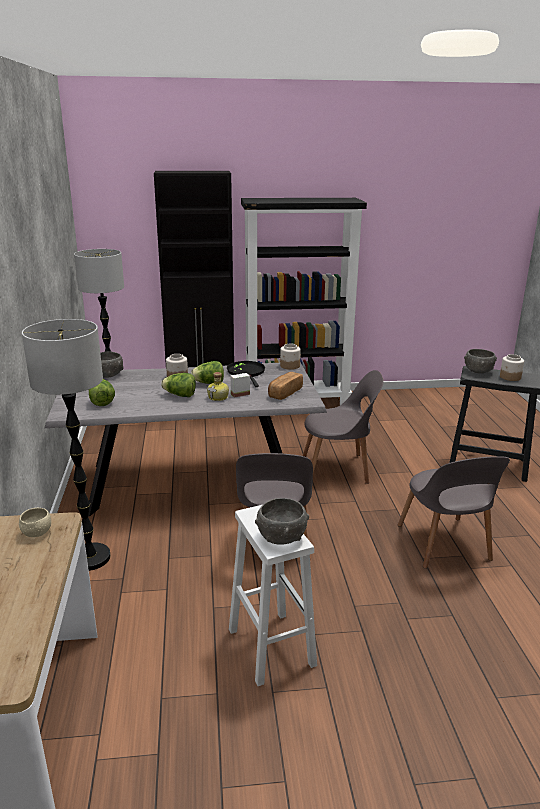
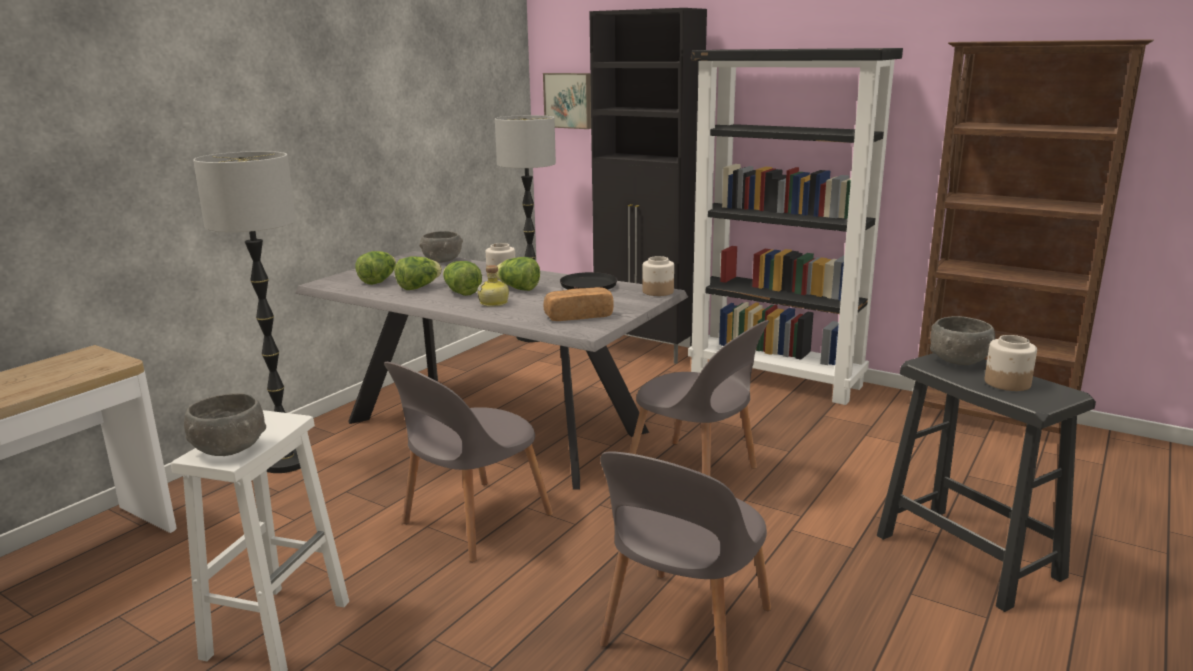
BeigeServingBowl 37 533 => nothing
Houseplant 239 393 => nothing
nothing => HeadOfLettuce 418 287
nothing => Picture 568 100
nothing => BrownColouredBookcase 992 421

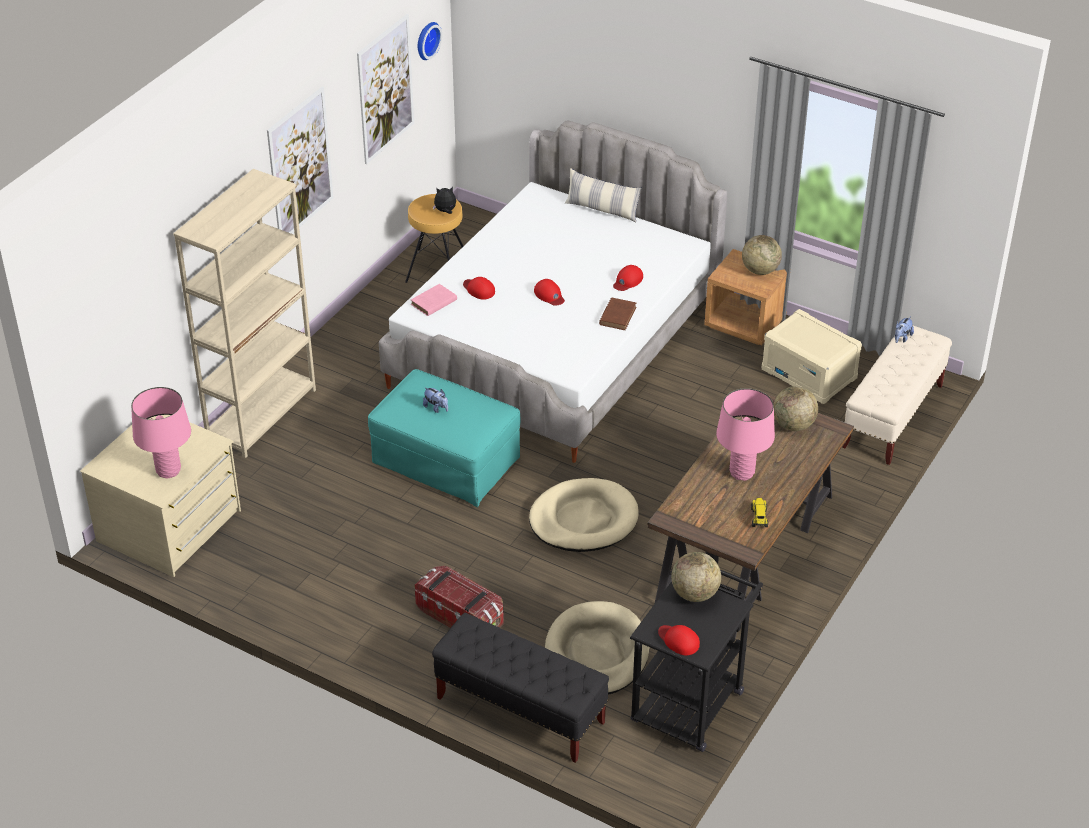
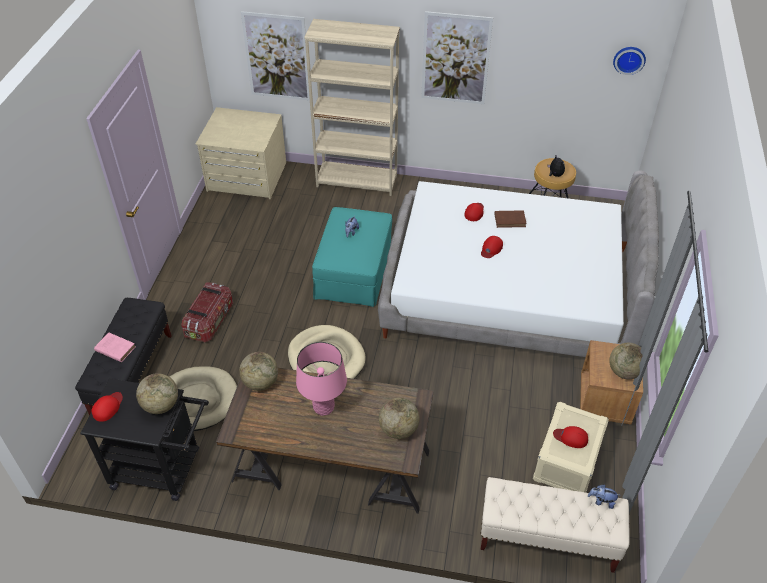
PinkishTabletopLamp 168 470 => nothing
Picture 385 89 => Picture 277 57, move
PinkishVolume 433 303 => PinkishVolume 114 348, move
Cushion 602 210 => nothing
BrownColouredVolume 618 315 => BrownColouredVolume 511 220, move
ReddishBaseballCap 627 281 => ReddishBaseballCap 571 437, move
ToyLorry 759 517 => nothing
nothing => Globe 260 382

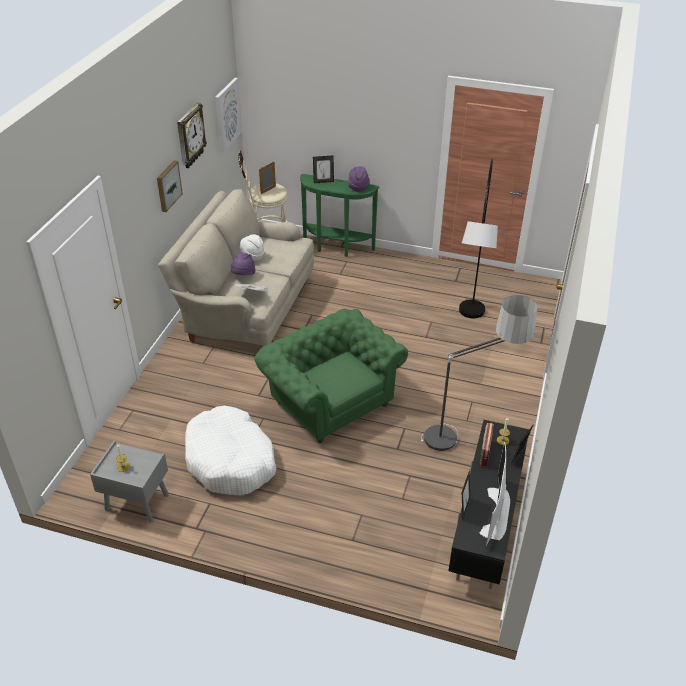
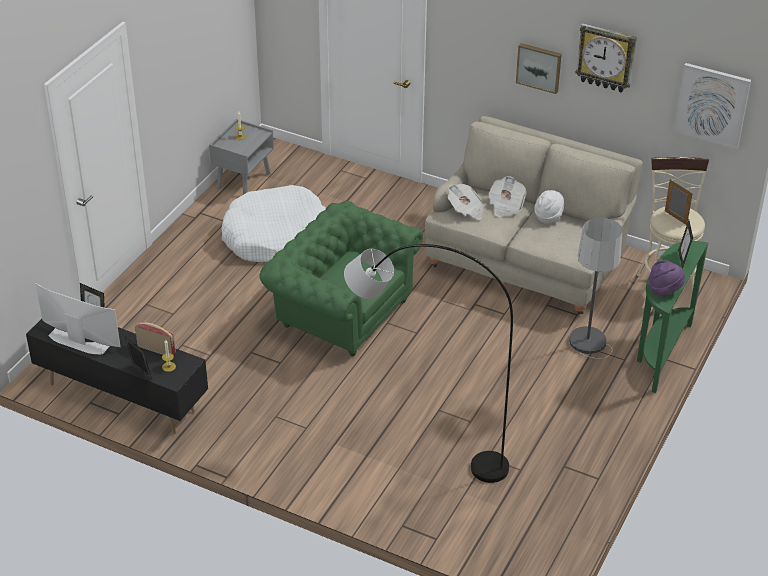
PurplishHat 243 275 => Newspaper 505 206
GreenColouredEasyChair 330 401 => GreenColouredEasyChair 341 311, 120 degrees counterclockwise
StandingLamp 466 439 => StandingLamp 586 363, move

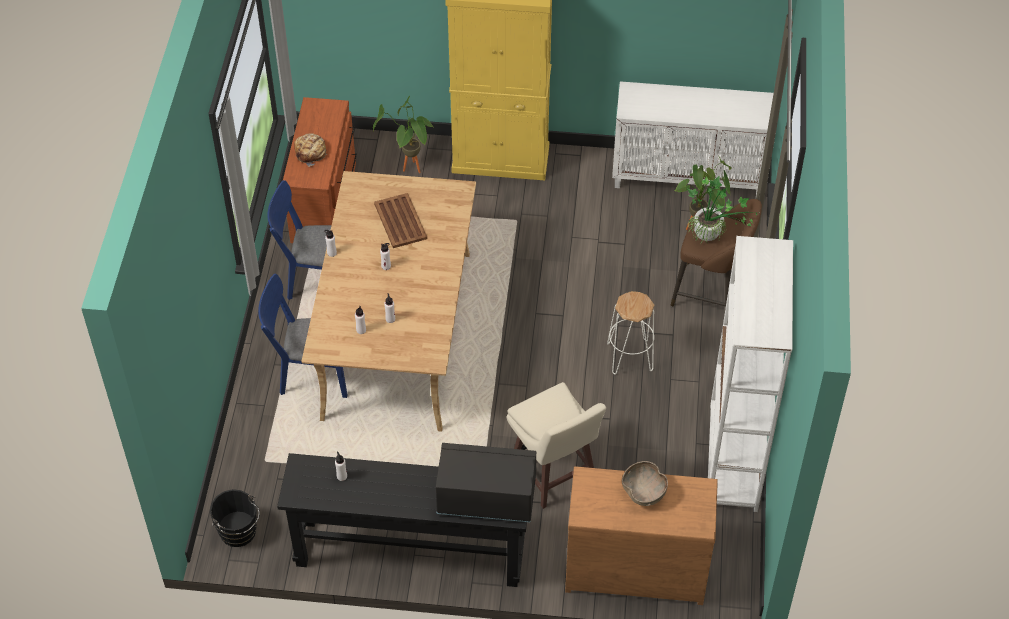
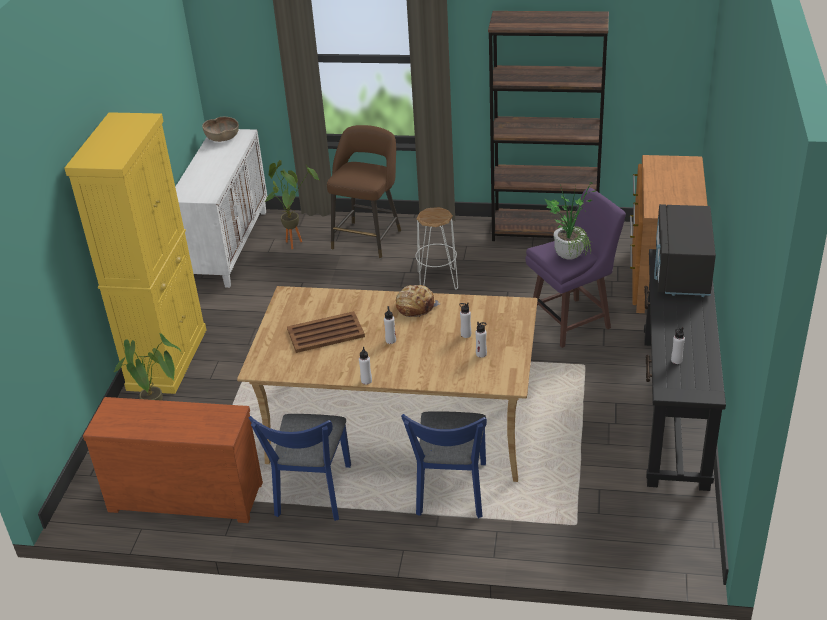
BlackBucket 239 534 => nothing
BakeryBread 311 152 => BakeryBread 415 306, move
BeigeStool 554 474 => PurplishStool 572 322
BrownColouredServingBowl 644 492 => BrownColouredServingBowl 222 138, move
Houseplant 712 236 => Houseplant 569 252, move
WhiteColouredBookcase 733 458 => BrownColouredBookcase 545 231

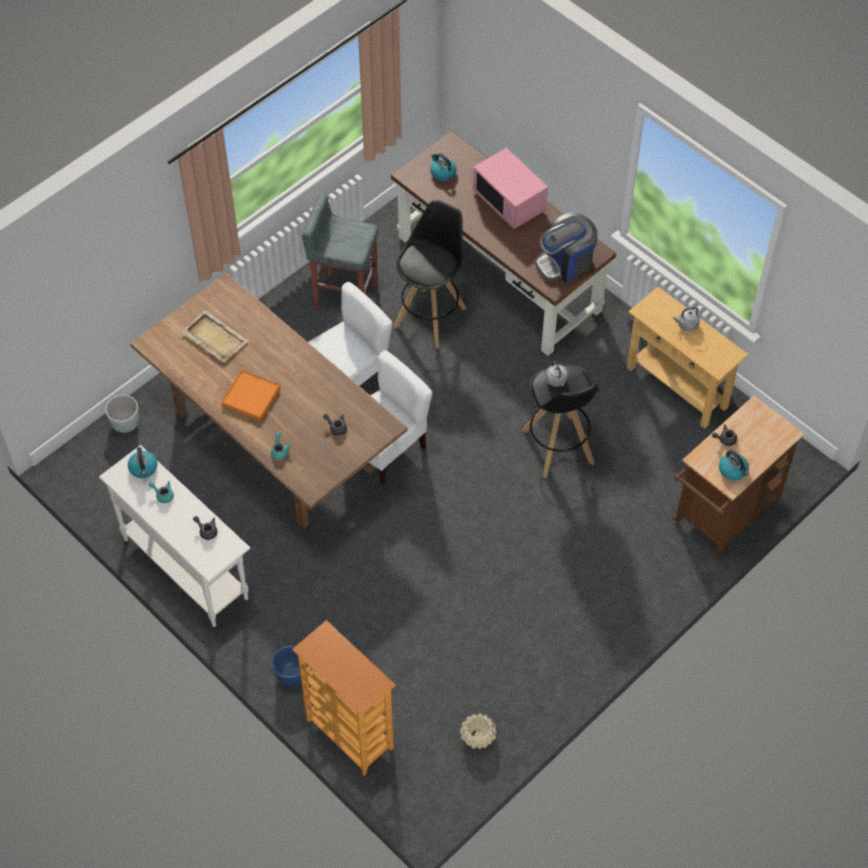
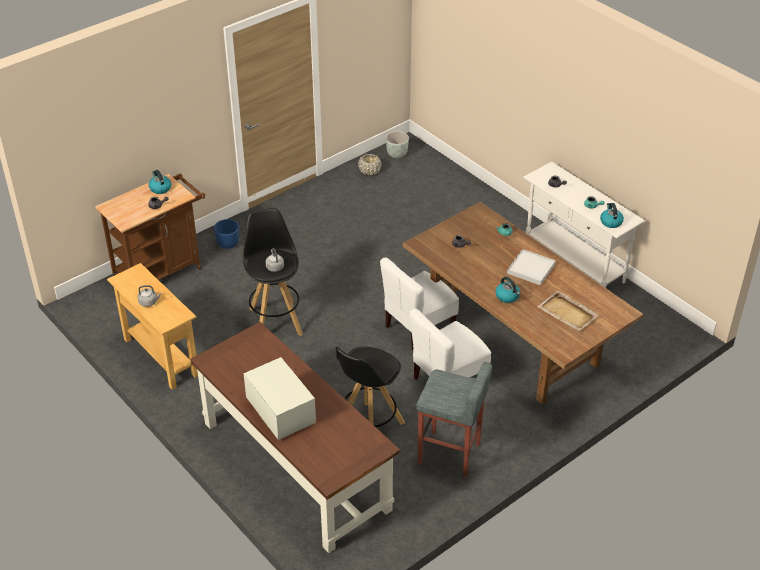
GreyishPlanter 126 424 => GreyishPlanter 396 154, move
OrangeyTray 251 396 => WhiteColouredTray 531 269
BluishPlanter 291 675 => BluishPlanter 228 244, move
Bookcase 349 735 => nothing
TeaKettle 442 173 => TeaKettle 508 296, move
PinkishMicrowave 509 202 => WhiteColouredMicrowave 280 412
CoffeeMachine 565 262 => nothing

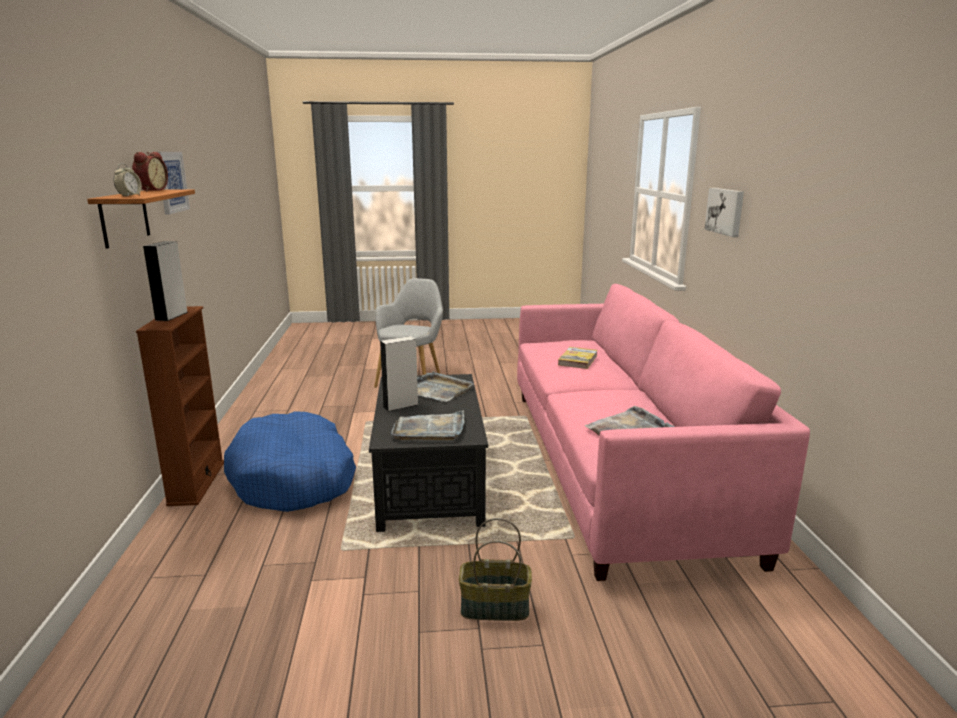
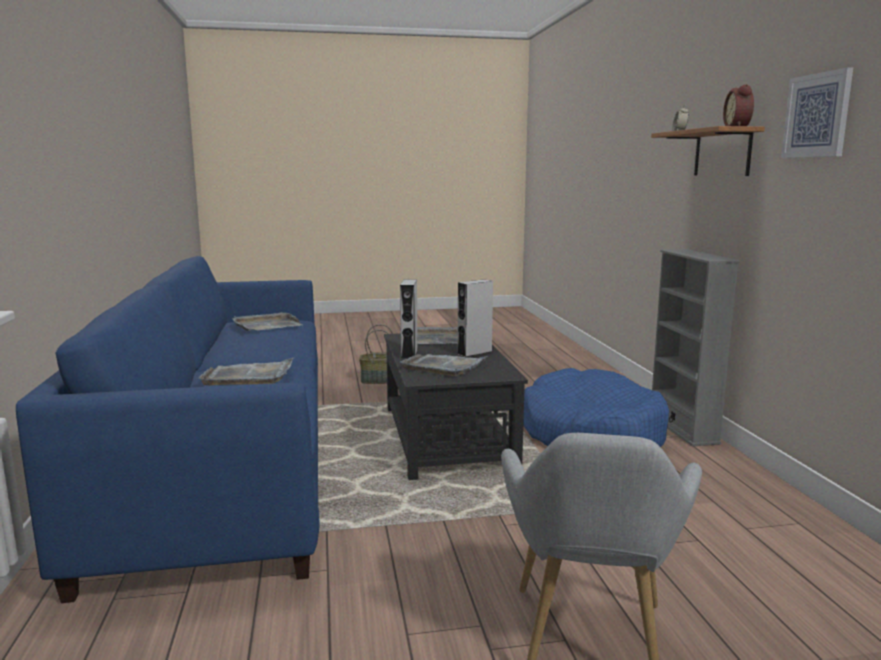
BrownColouredBookcase 197 483 => GreyishBookcase 682 428
GreyishAudioSpeaker 171 316 => GreyishAudioSpeaker 409 353, move
PinkishSettee 615 463 => BluishSettee 227 462
Volume 578 360 => GreyishTray 249 376
Picture 726 211 => nothing

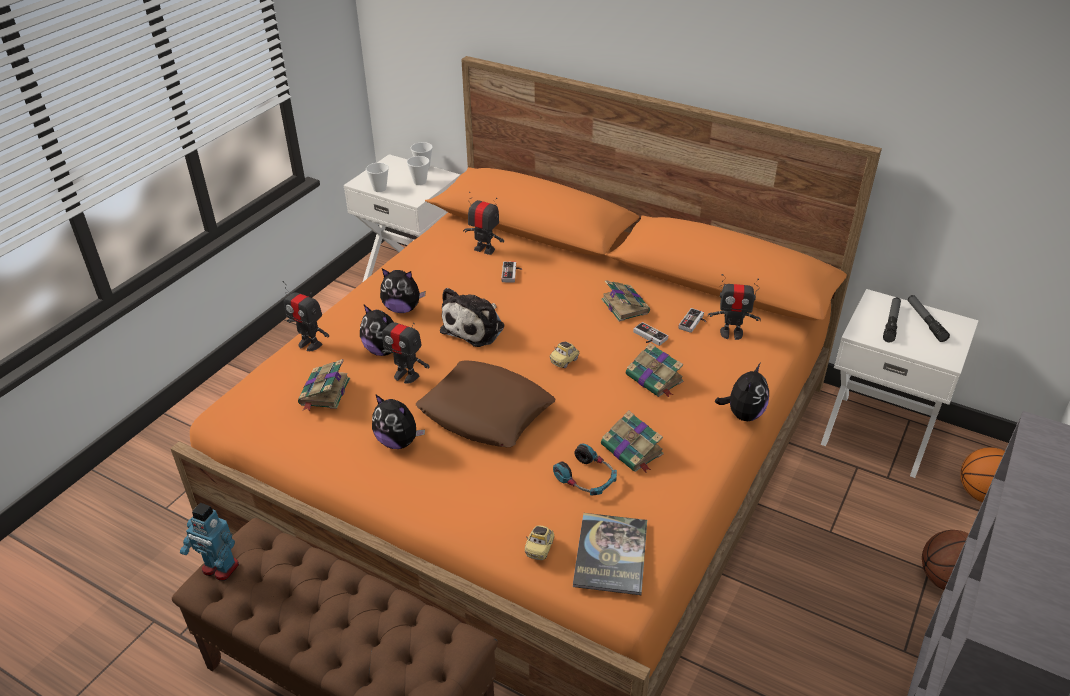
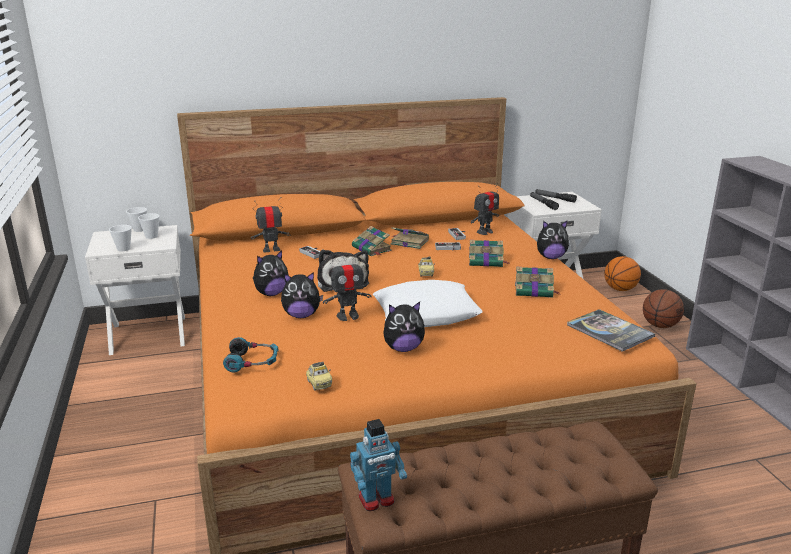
ModelRobot 310 344 => nothing
Volume 324 393 => Volume 372 249, move
BrownColouredCushion 486 412 => WhiteColouredCushion 426 312
ToyCar 539 548 => ToyCar 319 384, move
Headset 586 478 => Headset 252 362, move
PlushToy 743 414 => PlushToy 551 257, 105 degrees clockwise

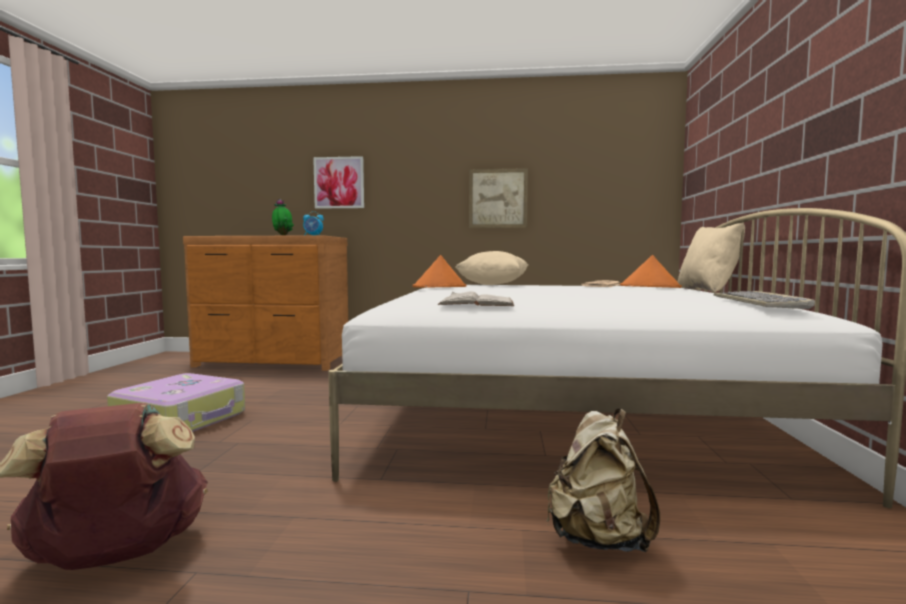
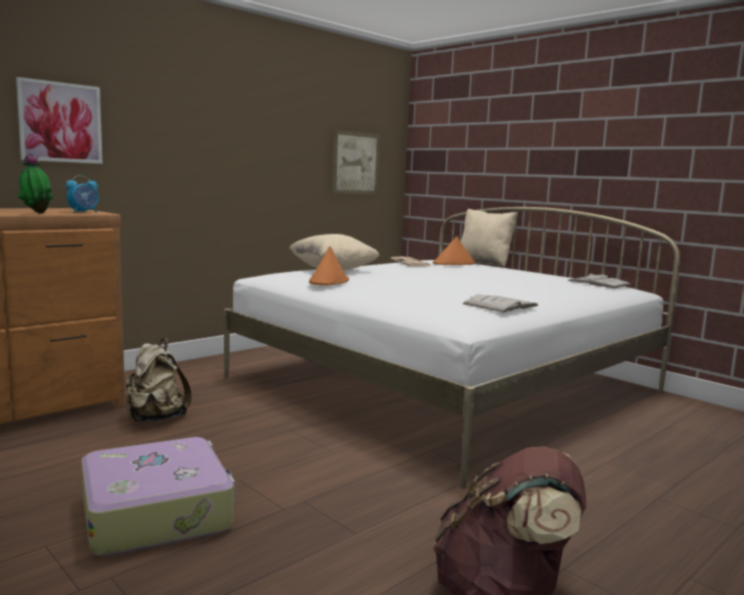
Picture 498 198 => Picture 355 163, move
BeigeRucksack 597 539 => BeigeRucksack 155 418, move
ComputerKeyboard 760 303 => WhiteColouredVolume 599 283

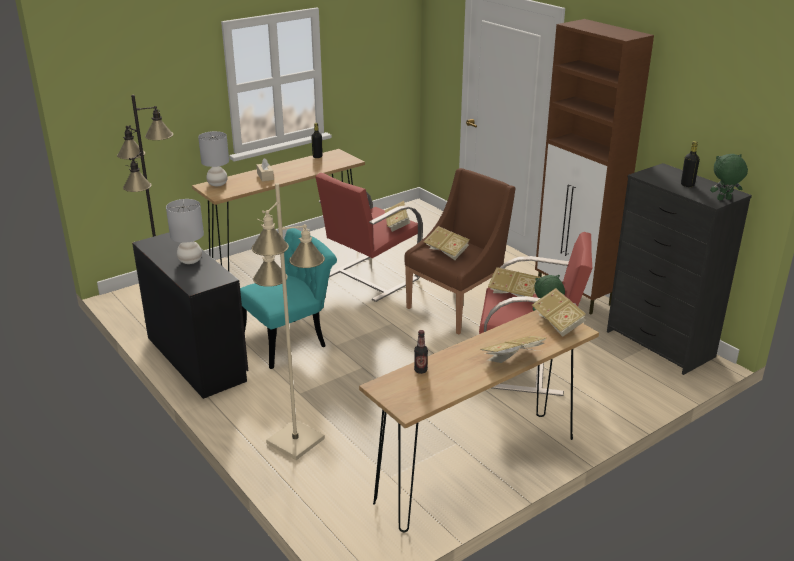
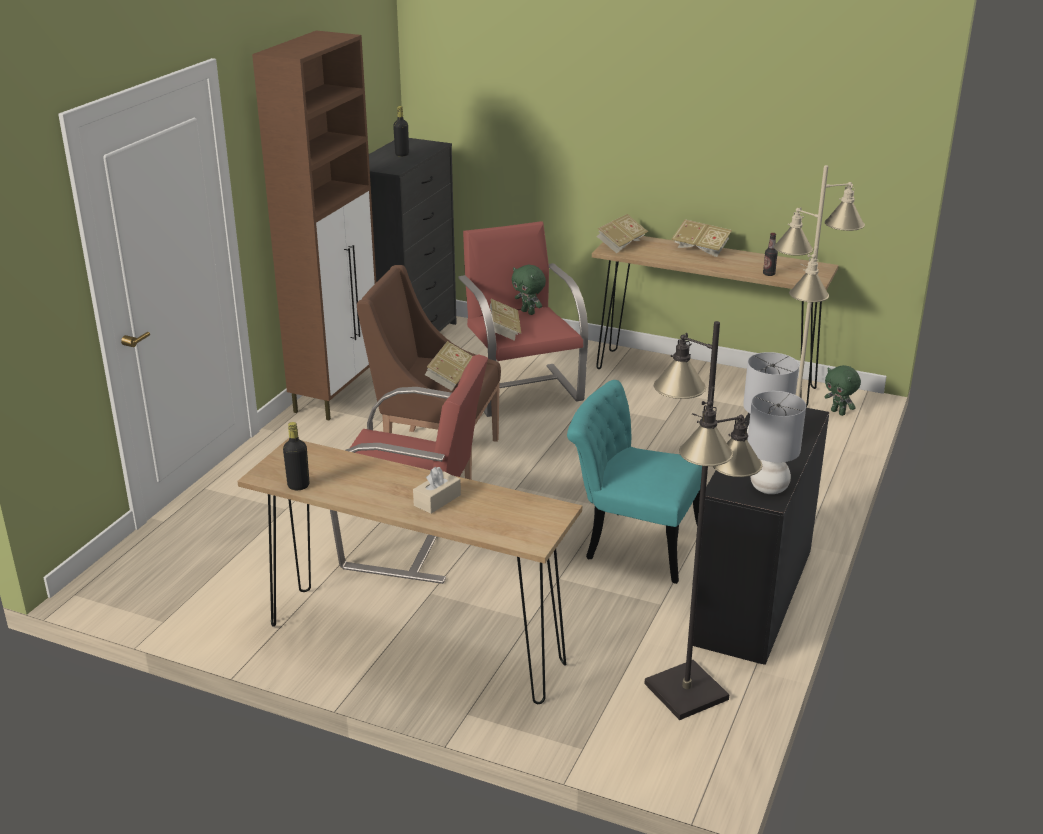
GreyishTabletopLamp 217 184 => GreyishTabletopLamp 768 488, move
Volume 397 224 => nothing
GreenColouredPlushToy 724 199 => GreenColouredPlushToy 838 412, move

